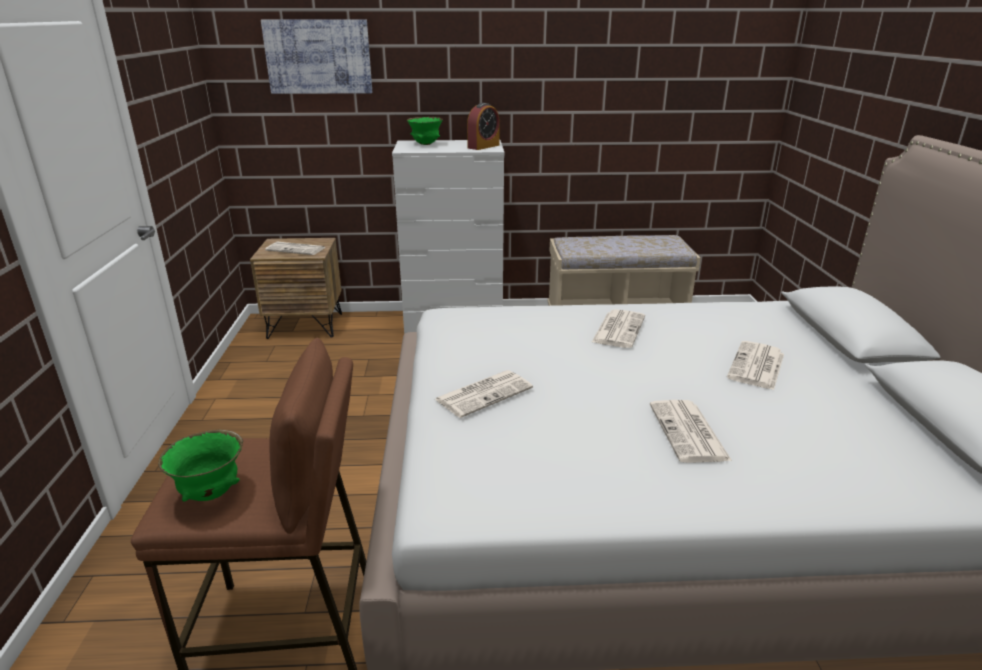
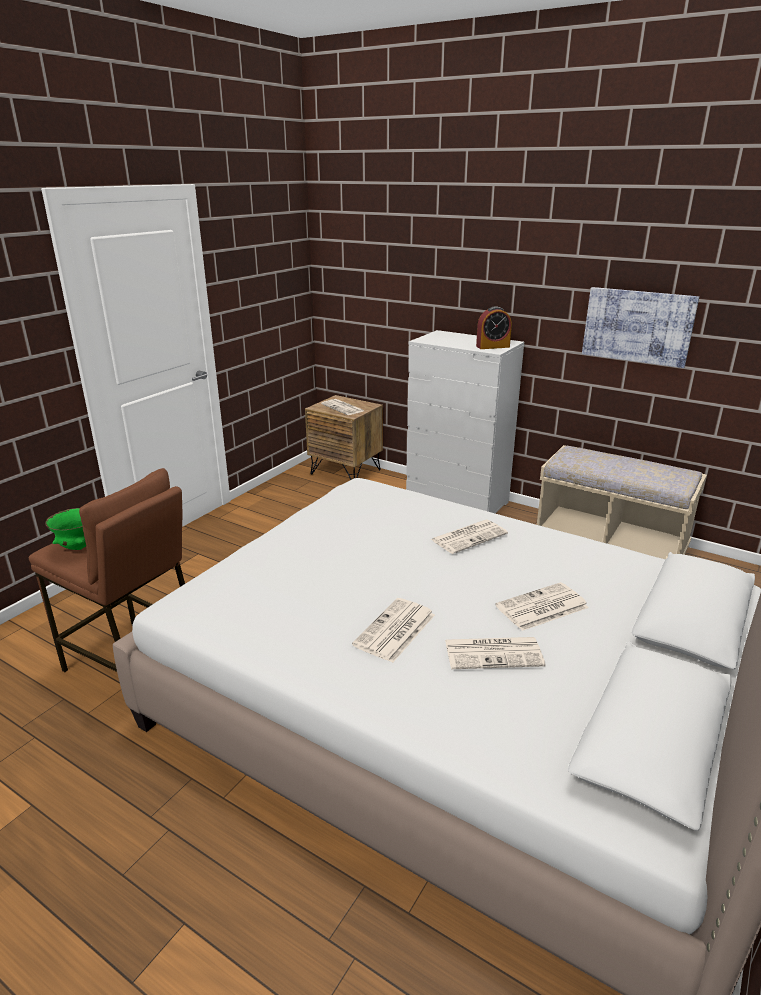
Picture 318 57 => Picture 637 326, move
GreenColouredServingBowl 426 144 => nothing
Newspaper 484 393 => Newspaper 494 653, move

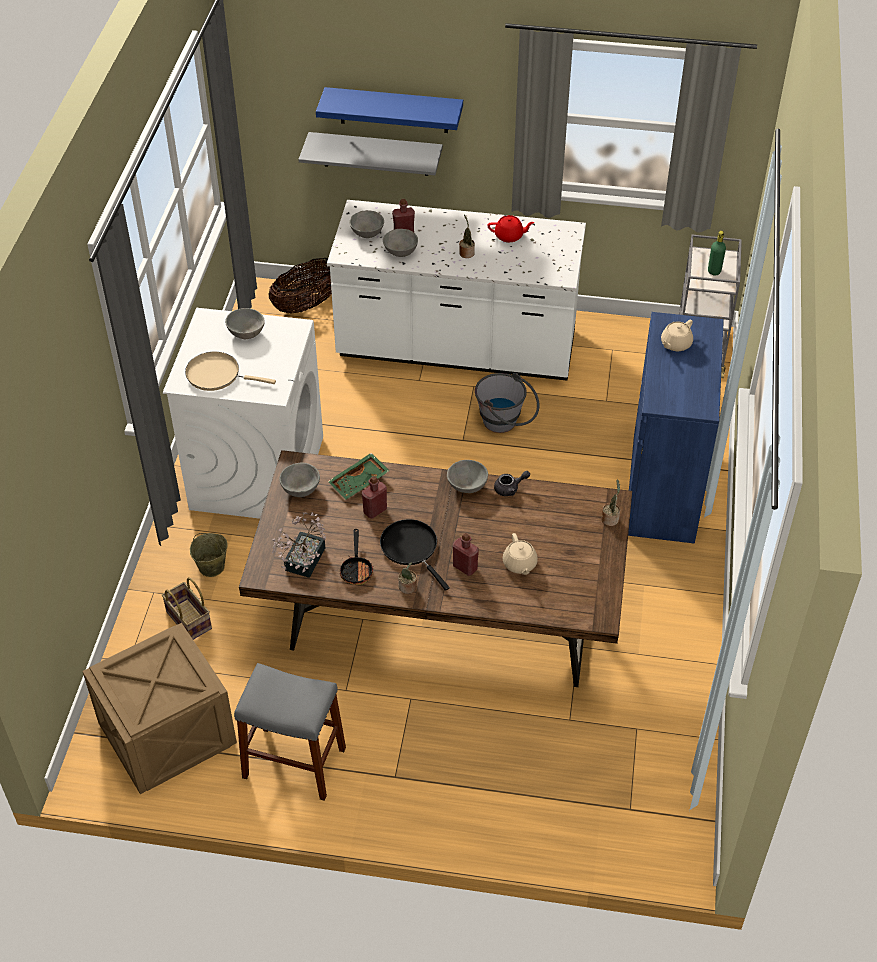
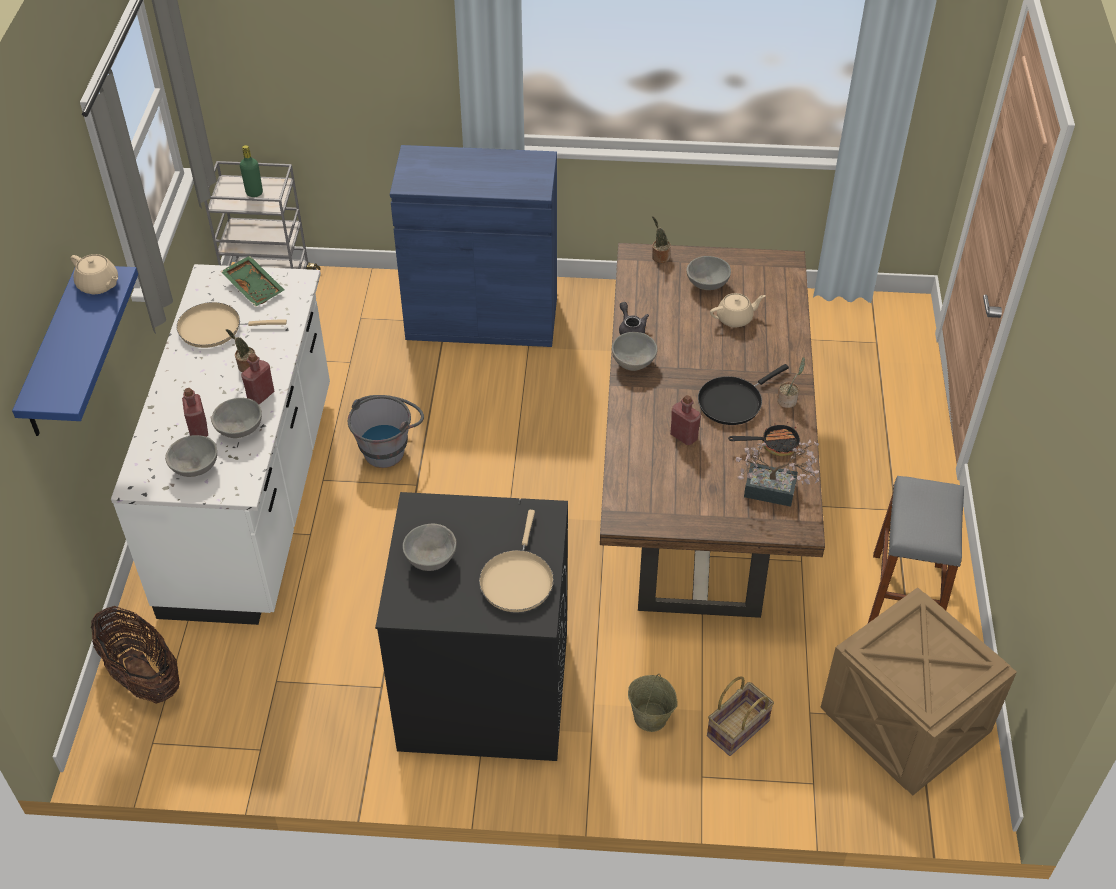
WhiteColouredLaundryMachine 257 472 => BlackLaundryMachine 483 691
GreyishServingBowl 300 489 => GreyishServingBowl 707 285, move
GreyishBracketShelf 375 154 => nothing
GreenColouredTray 359 482 => GreenColouredTray 255 287, move
ReddishBeverageBottle 465 567 => ReddishBeverageBottle 261 395, move
ReddishTeaPot 509 236 => BeigeSkillet 215 328
BeigeTeaPot 675 344 => BeigeTeaPot 98 285, move

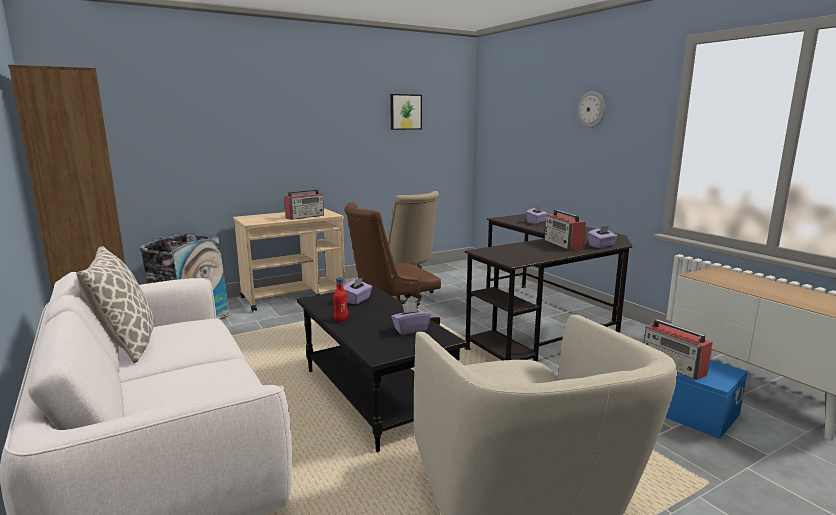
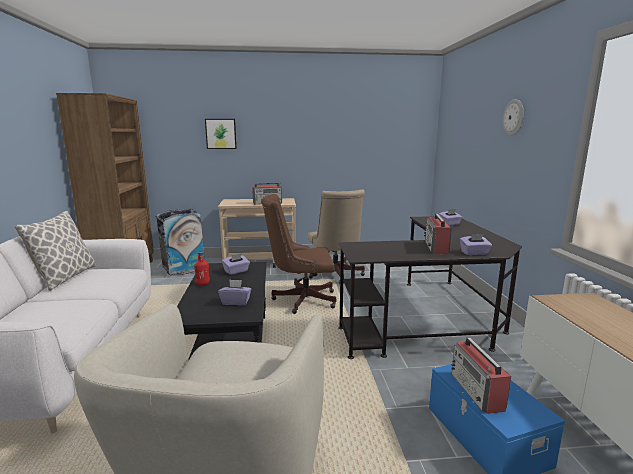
Picture 405 112 => Picture 221 133, move

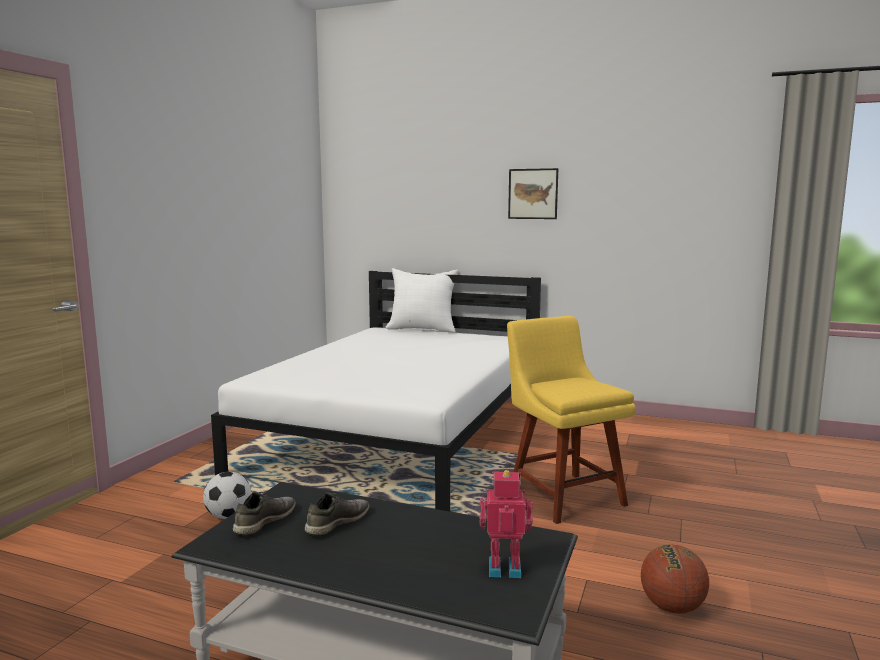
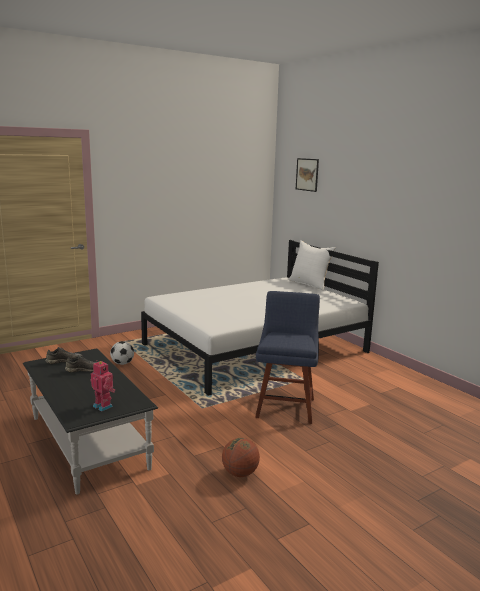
YellowColouredPlainChair 563 495 => BluishPlainChair 286 406
Picture 533 194 => Picture 307 174, move

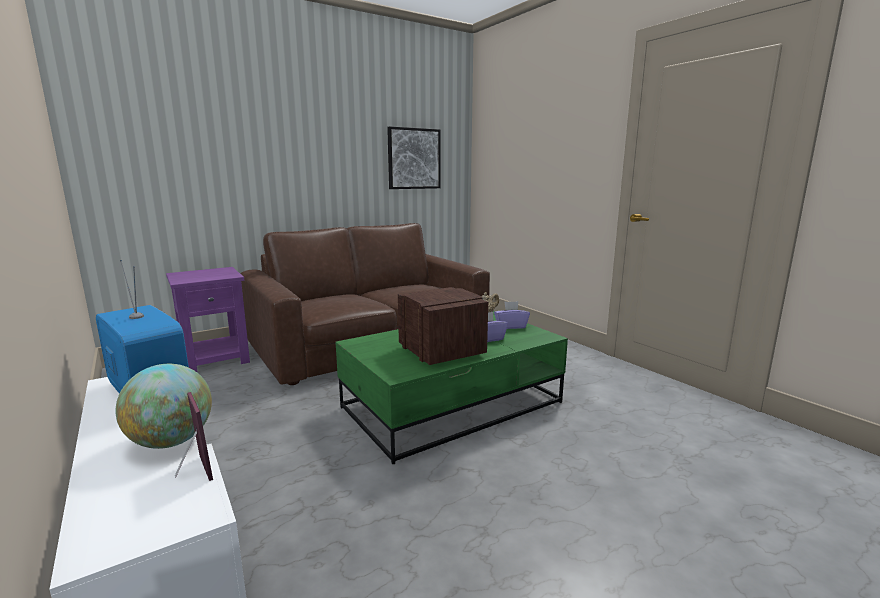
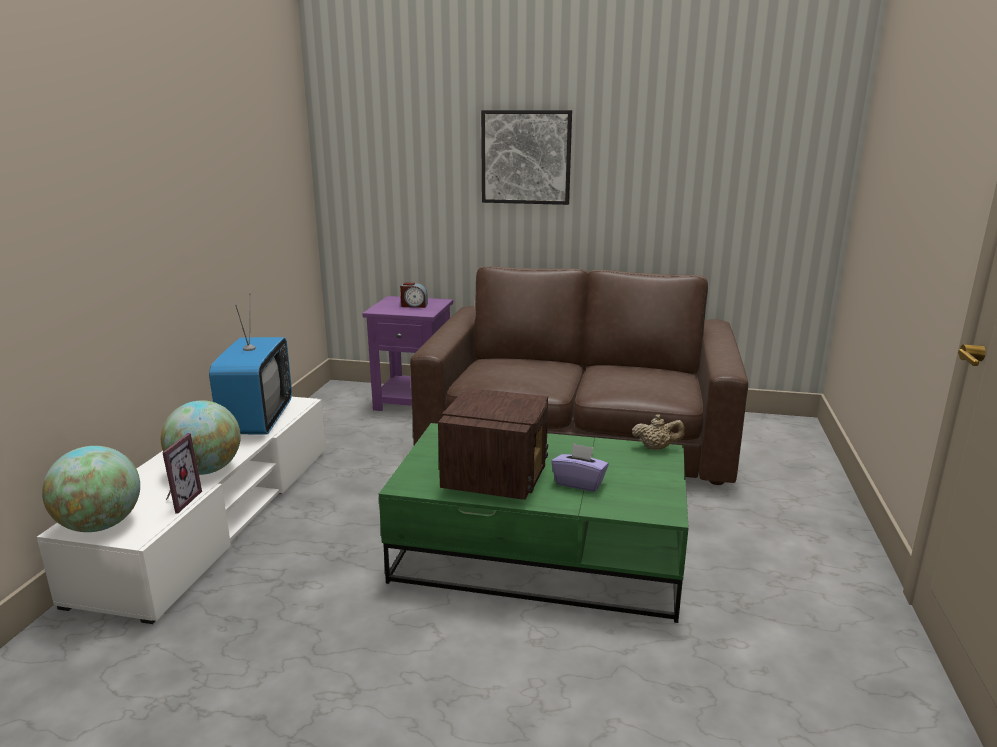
Picture 414 159 => Picture 526 157, move
PurplishTissueBox 510 326 => nothing
nothing => Globe 100 525
nothing => TableClock 414 305

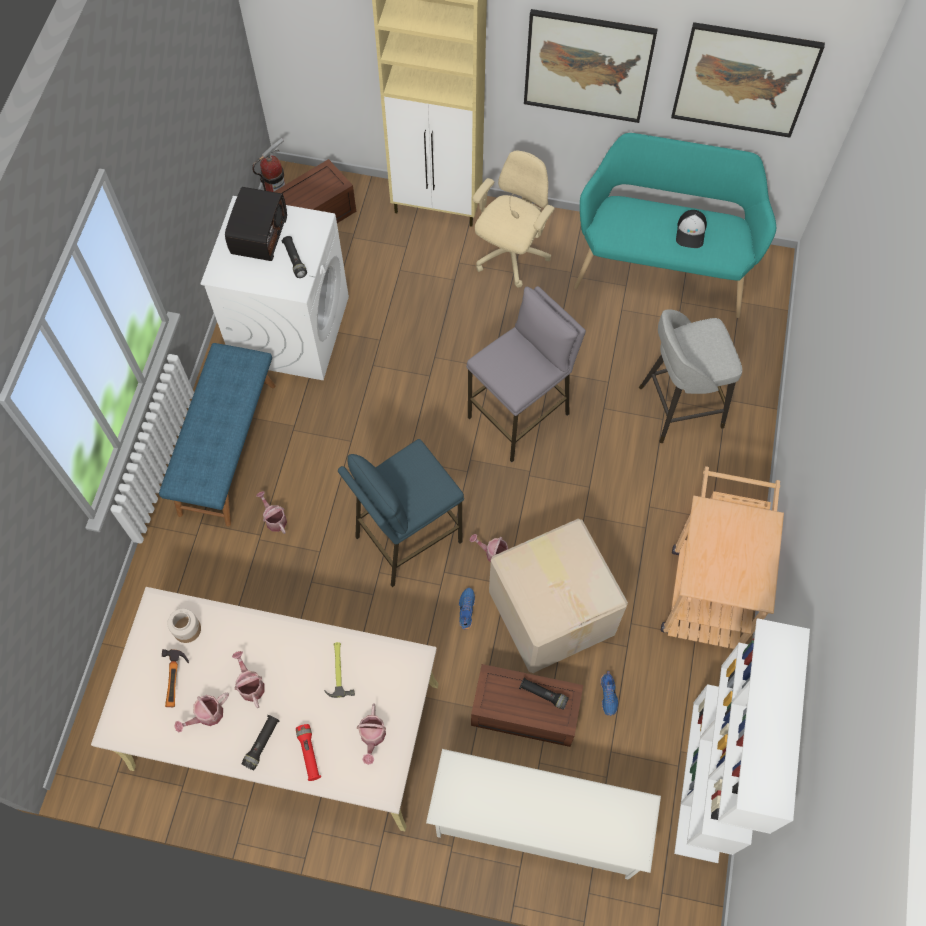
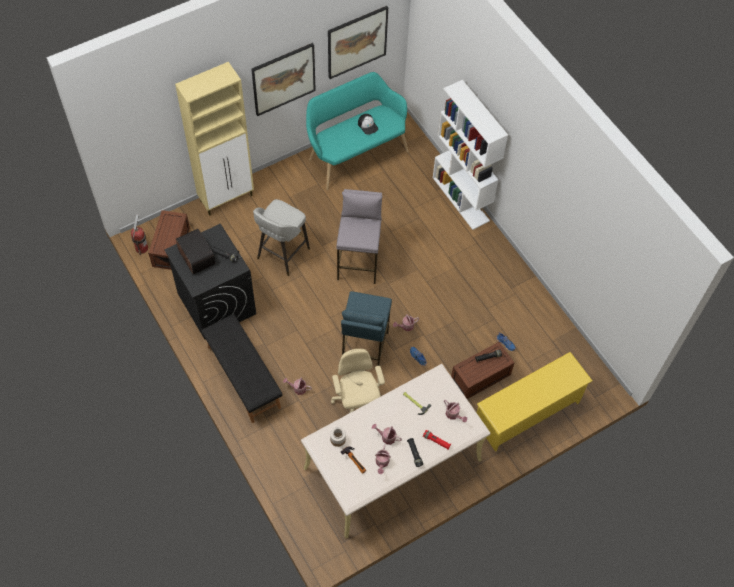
BluishBench 226 448 => BlackBench 243 377
WhiteColouredLaundryMachine 290 329 => BlackLaundryMachine 216 303
WhiteColouredShoeShelf 537 823 => YellowColouredShoeShelf 527 413
BeigeDeskChair 510 256 => BeigeDeskChair 357 403, move
CardboardBox 552 610 => nothing
GreyishStool 678 407 => GreyishStool 282 254, move
BeigeWheeledCart 707 586 => nothing
WhiteColouredBookcase 706 781 => WhiteColouredBookcase 461 199, move

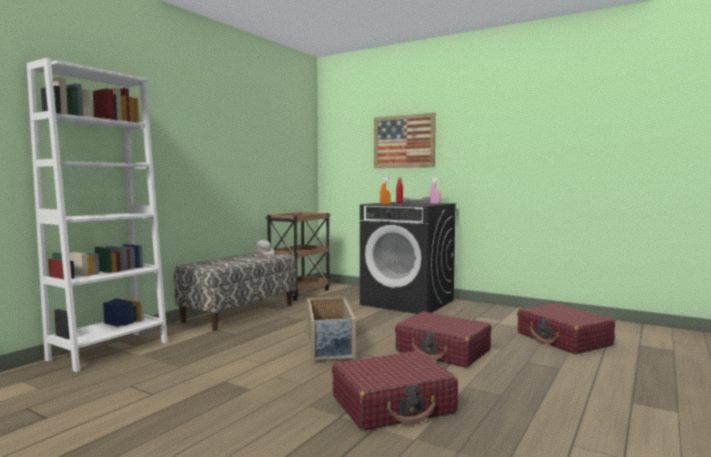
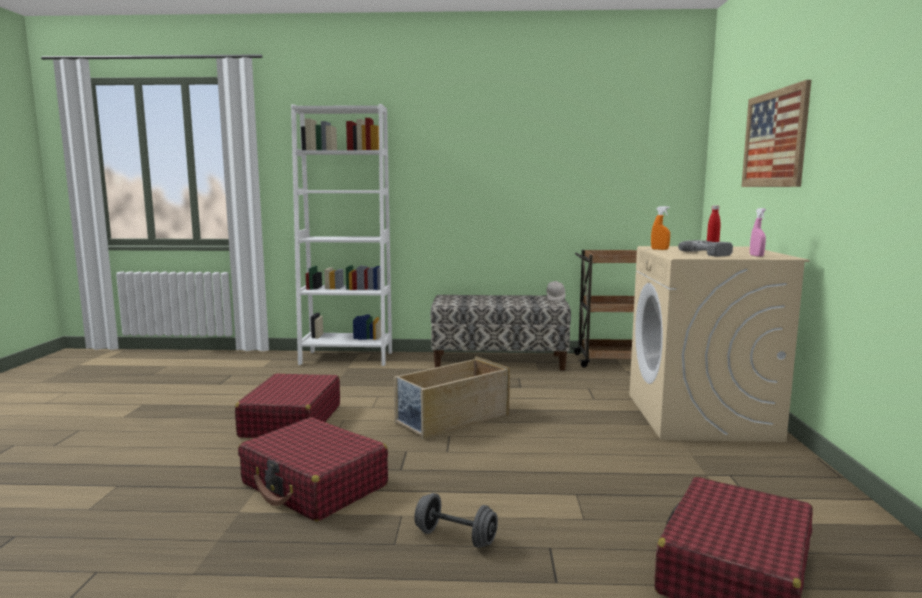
BlackLaundryMachine 408 302 => BeigeLaundryMachine 701 417
ReddishSuitcase 443 351 => ReddishSuitcase 291 421, move
nothing => GreyishDumbbell 455 537

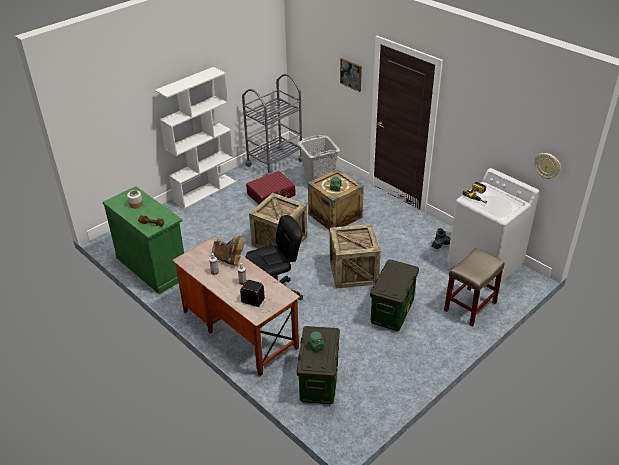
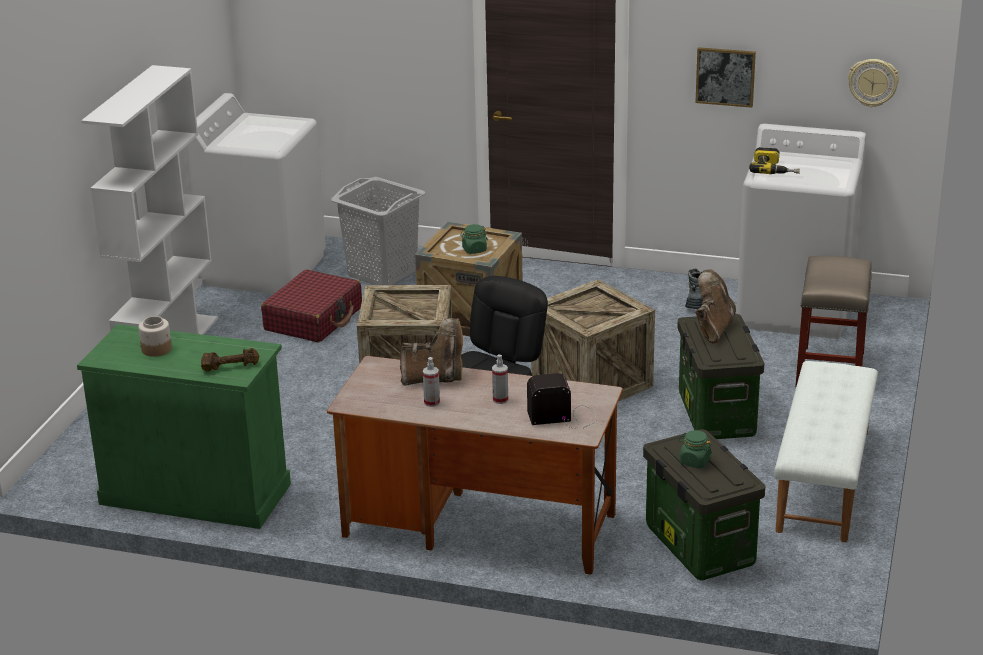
GreyishWheeledCart 275 162 => WhiteColouredLaundryMachine 264 269
Picture 351 74 => Picture 725 76, move
nothing => BrownColouredTallBoot 713 329
nothing => WhiteColouredBench 824 480

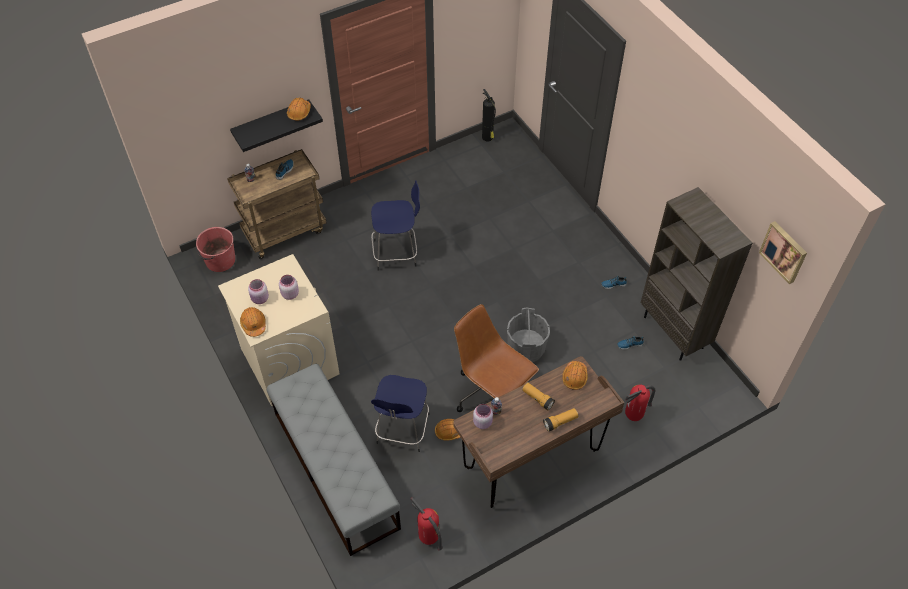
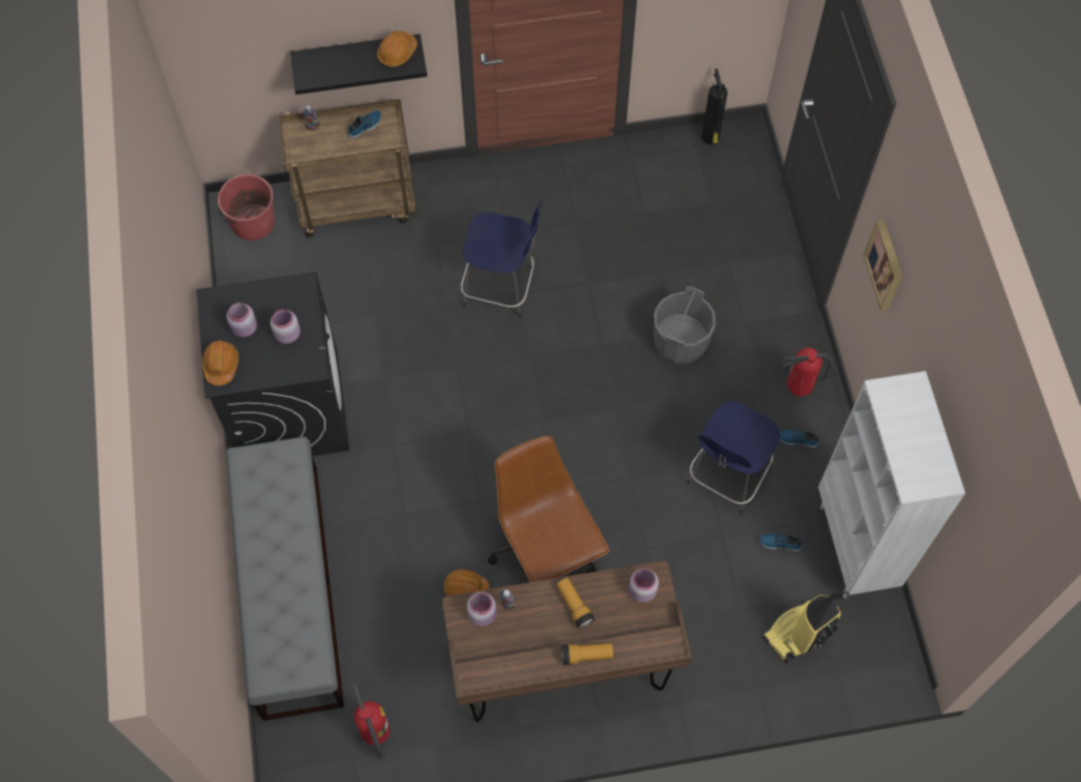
BeigeLaundryMachine 289 360 => BlackLaundryMachine 289 407
BluishStool 402 430 => BluishStool 727 477, move
GreyishBucket 526 348 => GreyishBucket 680 342, move
OrangeyWorkHelmet 574 377 => PinkishStorageJar 641 591
FireFightingCylinder 633 416 => FireFightingCylinder 798 389, move
BrownColouredBookcase 674 332 => WhiteColouredBookcase 855 546
Picture 784 251 => Picture 886 264, move
nothing => Vacuum 798 634

